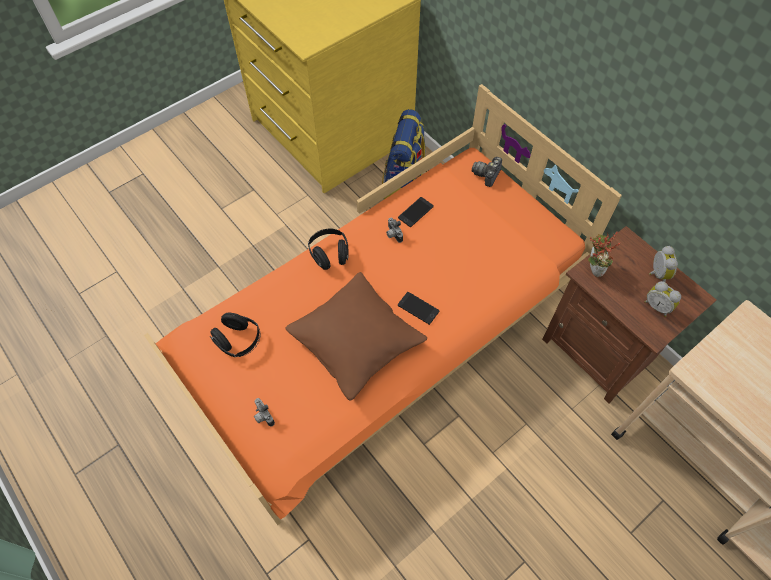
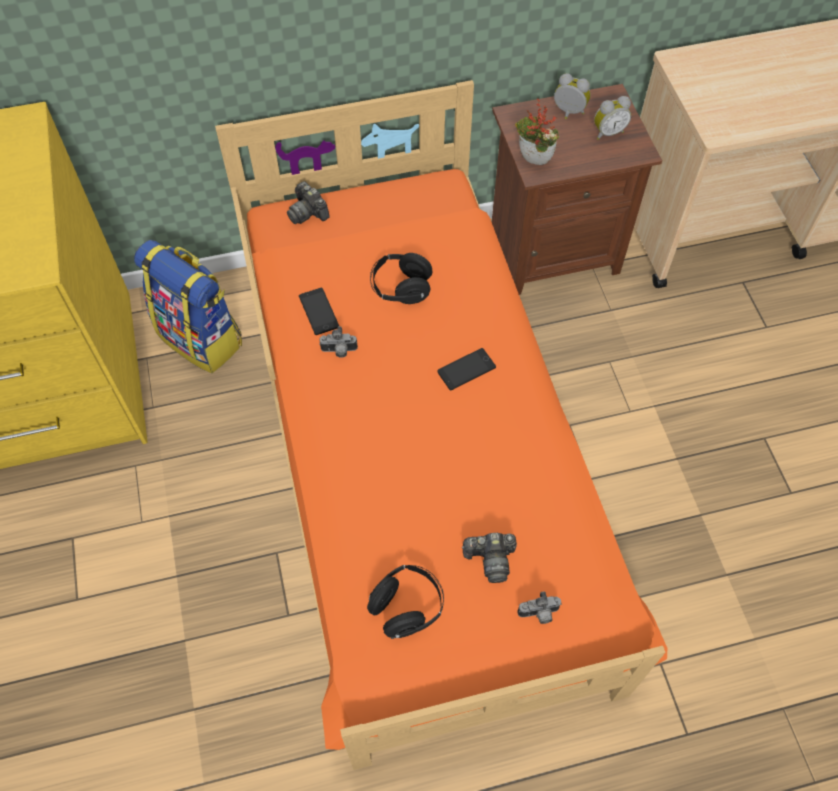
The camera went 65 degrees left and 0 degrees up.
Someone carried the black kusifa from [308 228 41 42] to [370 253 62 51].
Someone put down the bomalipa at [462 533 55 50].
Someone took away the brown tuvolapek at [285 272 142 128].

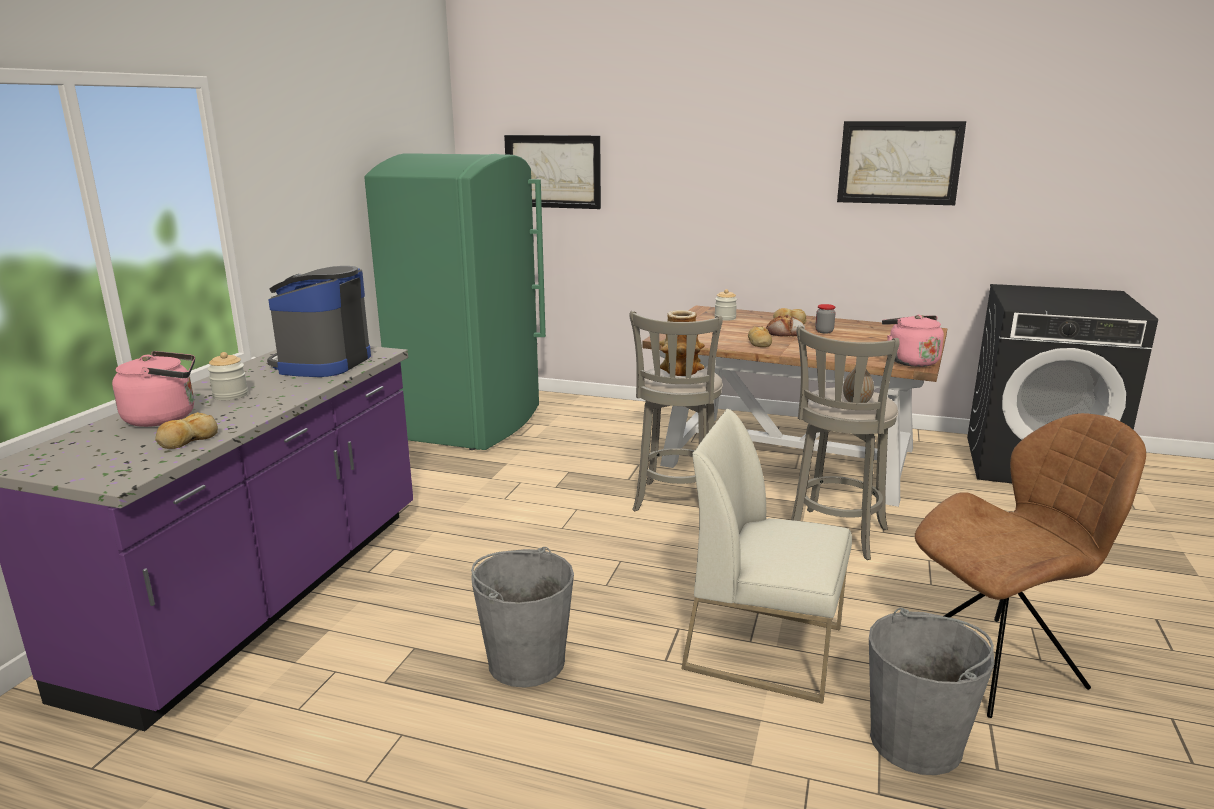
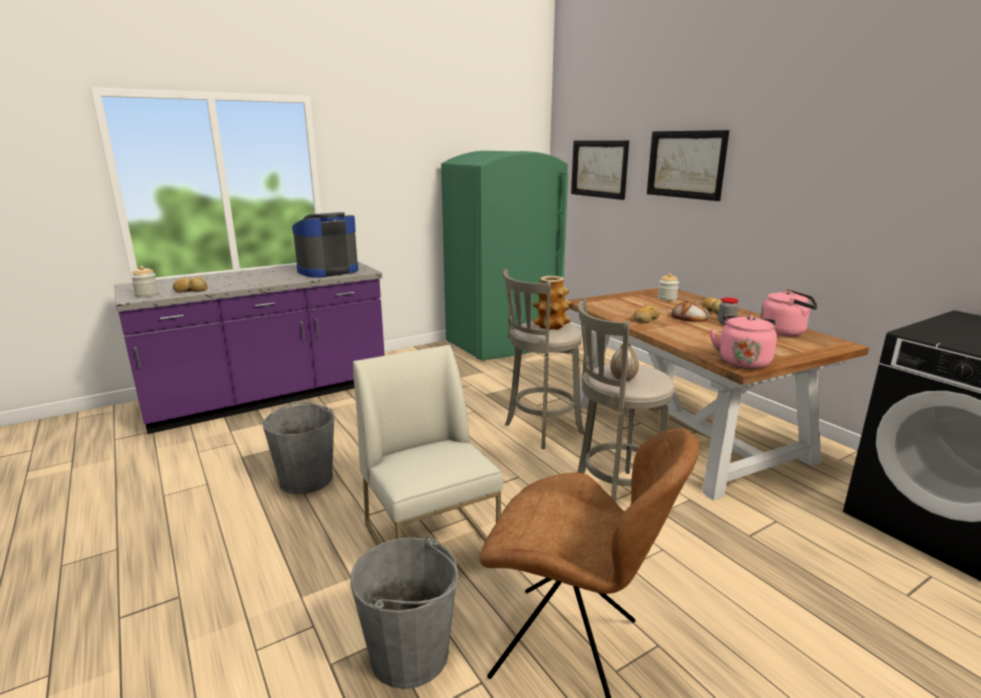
The camera went 40 degrees right and 0 degrees up.
Someone carried the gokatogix from [208 352 40 48] to [131 266 28 31].
Someone carried the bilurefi from [837 121 129 84] to [647 130 82 71].
Someone carried the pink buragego from [112 351 83 76] to [760 289 58 48].

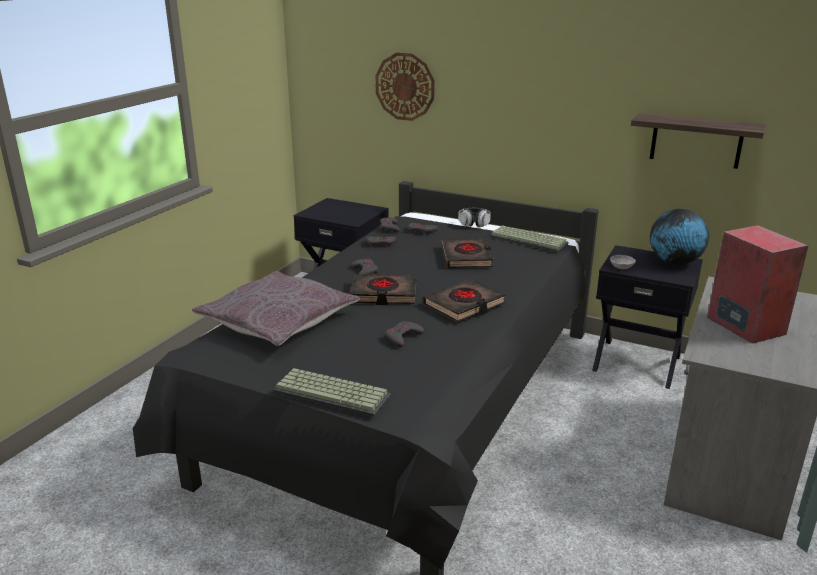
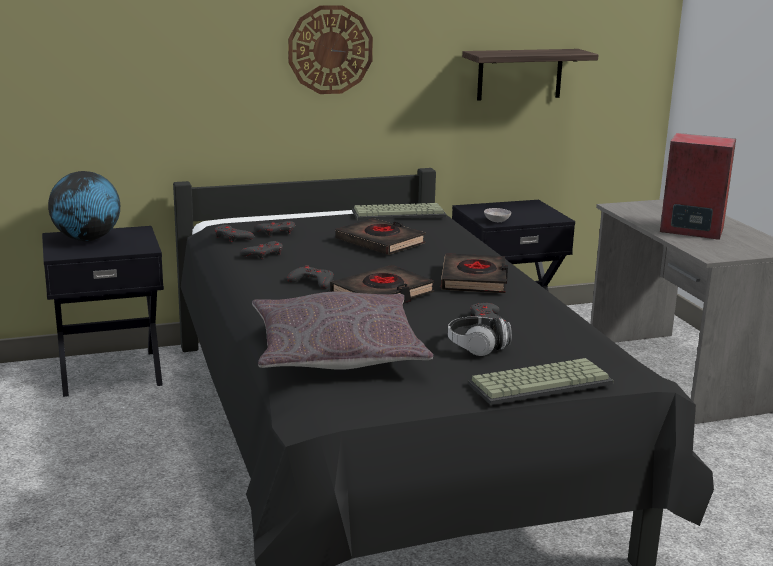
The camera went 45 degrees left and 5 degrees down.
Someone carried the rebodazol from [650 209 59 56] to [48 171 72 71].
Someone carried the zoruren from [375 53 60 68] to [288 5 85 89].
Someone carried the kusifa from [458 208 33 19] to [448 317 64 39].

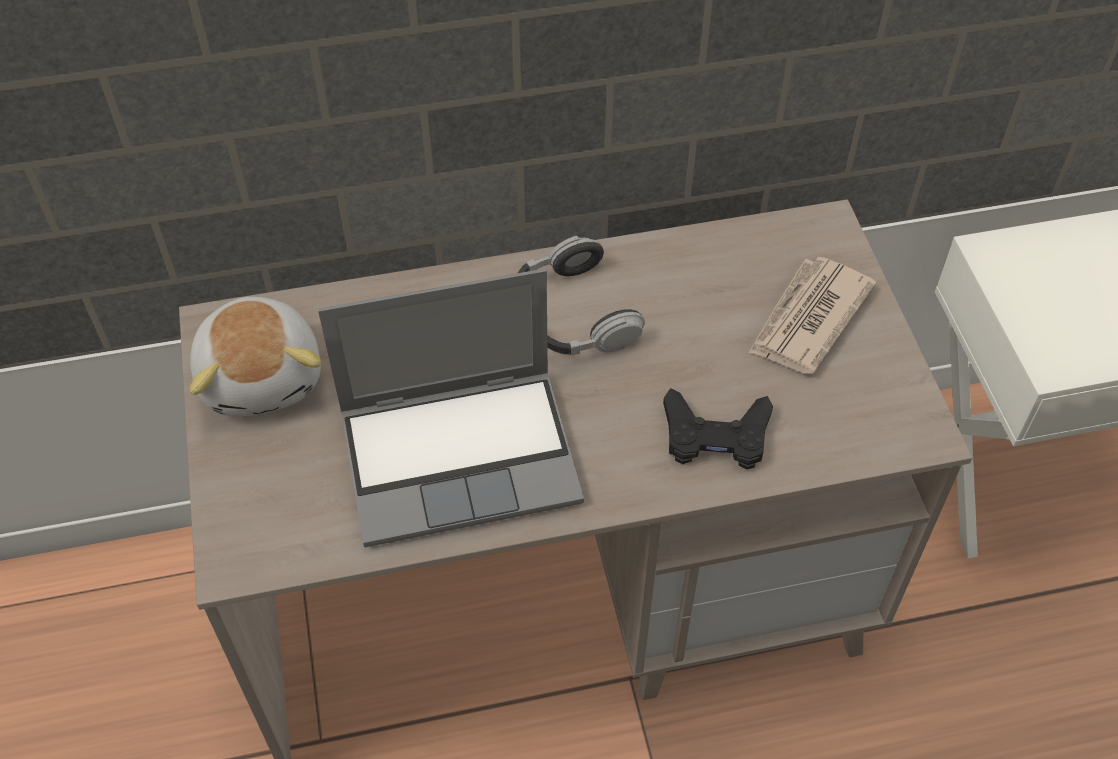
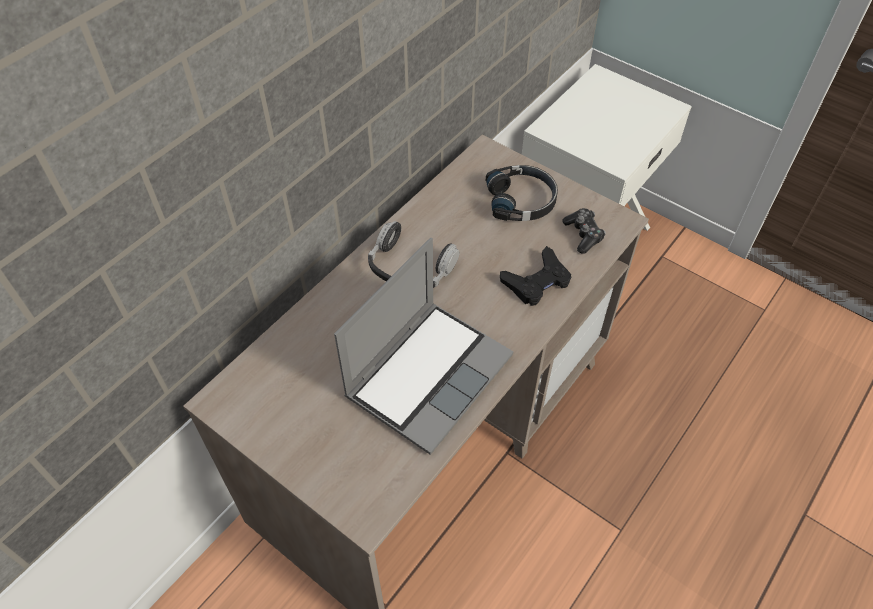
The camera went 40 degrees left and 0 degrees up.
Someone swapped the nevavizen at [748 257 128 117] for the black kusifa at [486 165 72 56].
Someone put down the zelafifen at [562 208 44 46].
Someone took away the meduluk at [190 297 131 120].

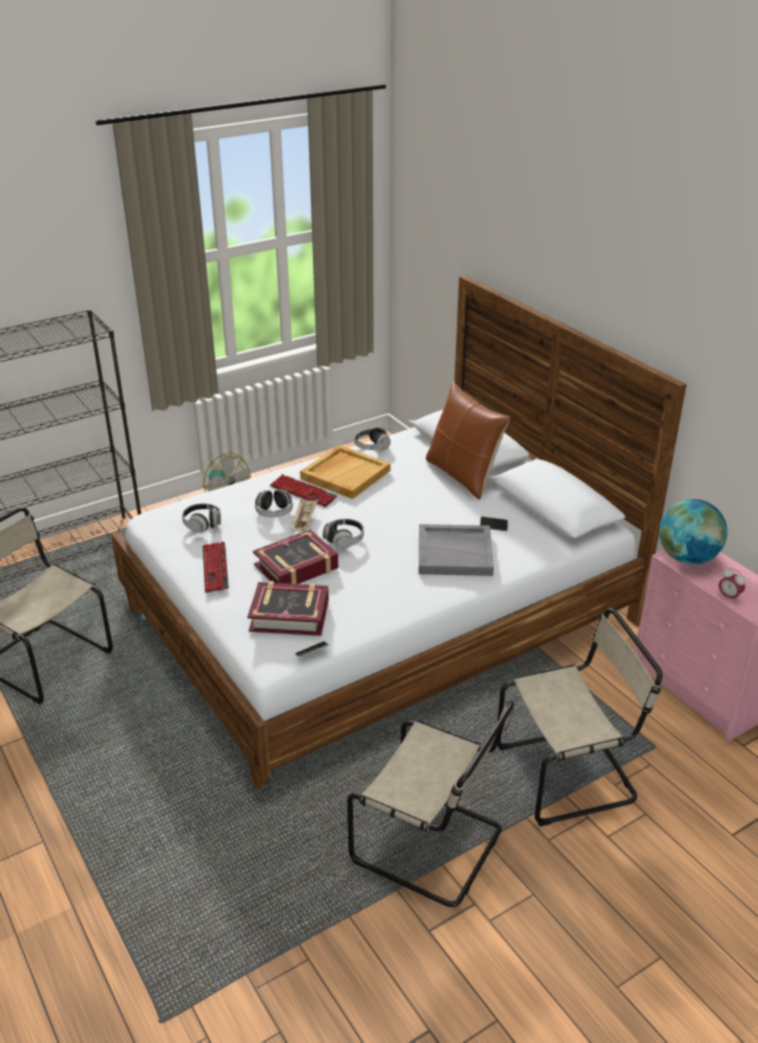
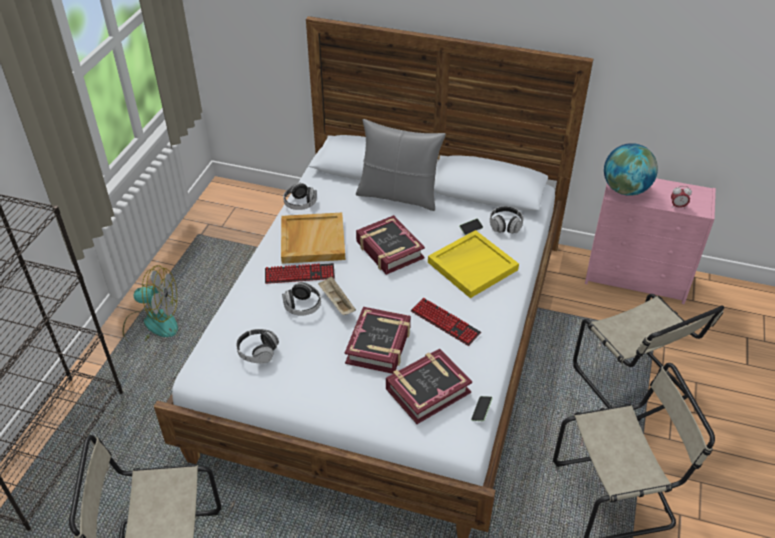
The camera went 40 degrees left and 10 degrees up.
Someone repainted the brown tuvolapek at [426 381 84 119], which became the grey tuvolapek at [356 119 90 92].
Someone put down the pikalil at [356 215 69 60].
Someone carried the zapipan from [203 541 26 52] to [411 298 70 48].
Someone repainted the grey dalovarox at [419 524 75 52], which became the yellow dalovarox at [428 230 91 68].
Someone carried the kusifa from [323 519 41 30] to [490 206 33 28].
Someone rotated the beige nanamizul at [497 608 165 218] by 120 degrees clockwise.

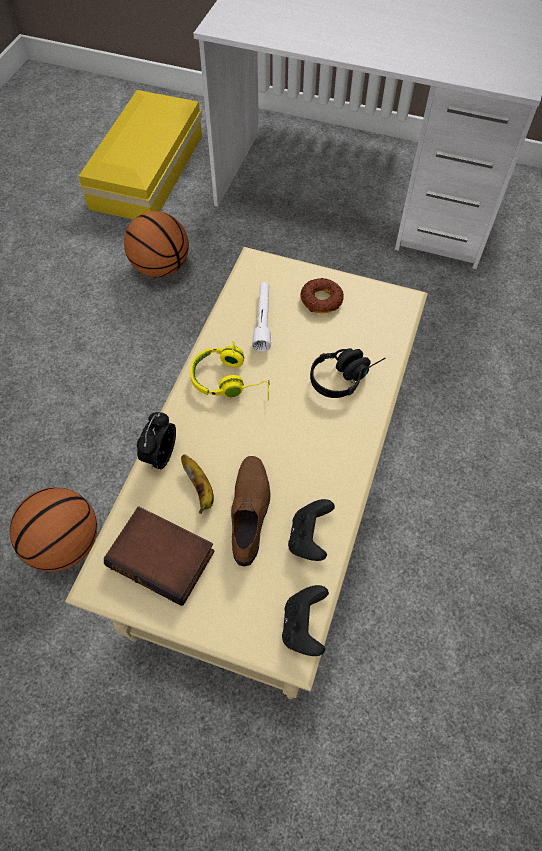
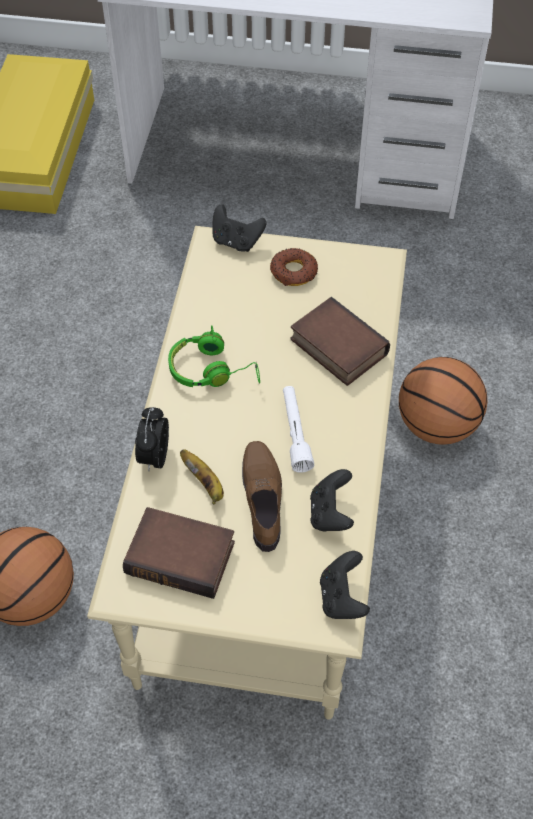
The camera went 10 degrees left and 5 degrees down.
Someone repainted the yellow kusifa at [190 341 79 60], which became the green kusifa at [168 325 92 62].
Someone put down the black zelafifen at [212 204 54 48].
Someone carried the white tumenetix from [252 282 19 70] to [283 386 31 87].
Someone swapped the black kusifa at [310 348 76 50] for the pikalil at [290 297 100 89].
Someone carried the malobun from [124 211 65 67] to [399 357 88 88].

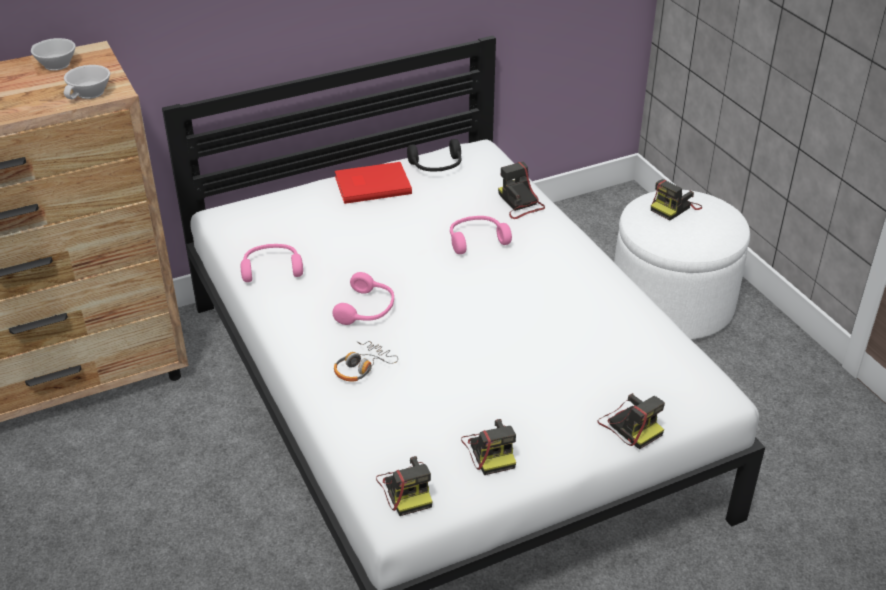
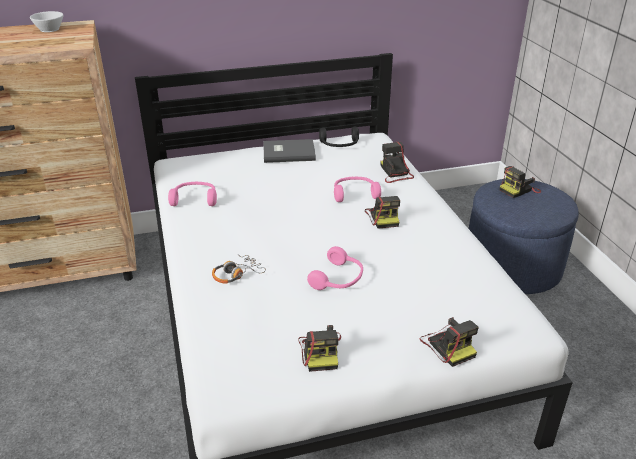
The camera went 10 degrees right and 5 degrees down.
Someone repainted the red pikalil at [335 162 77 42], which became the grey pikalil at [263 139 53 24].
Someone carried the pink kusifa from [332 272 62 53] to [307 246 56 44].
Someone carried the bomalipa from [376 456 57 60] to [365 196 35 33].
Someone repainted the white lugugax at [614 190 136 149], which became the blue lugugax at [469 179 110 115].
Someone took away the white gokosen at [64 65 46 35].

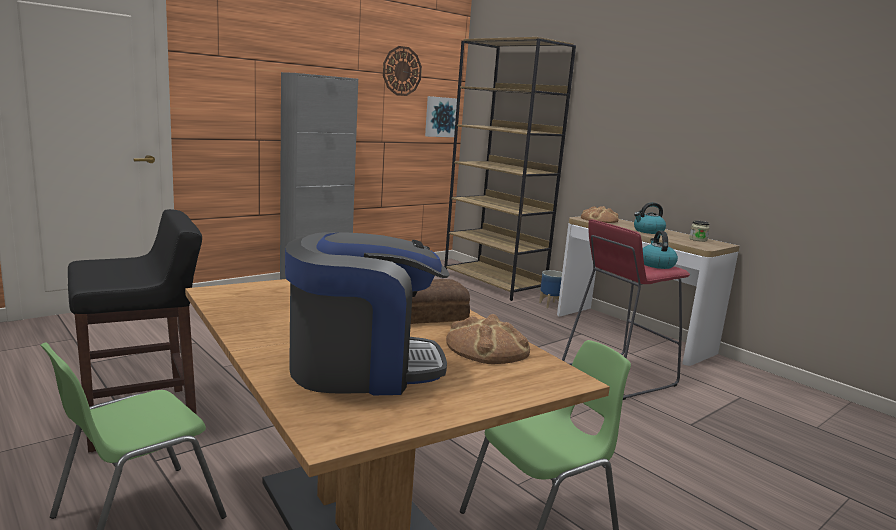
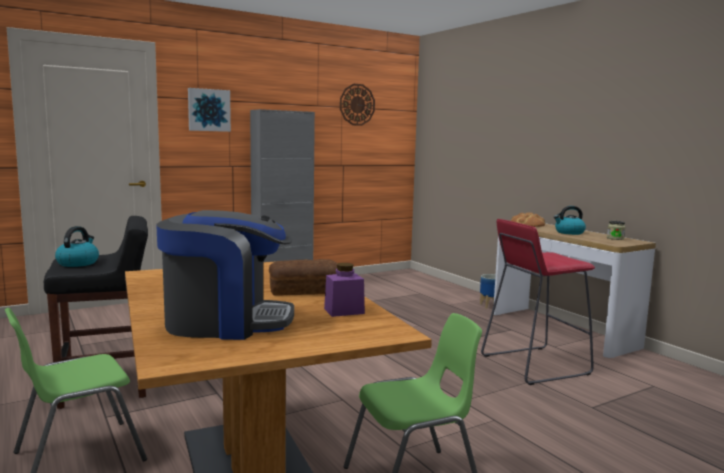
The camera went 10 degrees right and 5 degrees down.
Someone carried the buragego from [643 231 35 38] to [55 226 44 41].
Someone carried the bilurefi from [425 96 32 41] to [188 88 43 44].
Someone swapped the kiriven at [446 314 84 50] for the purple gokatogix at [324 263 41 54].
Someone took away the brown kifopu at [444 37 132 264].

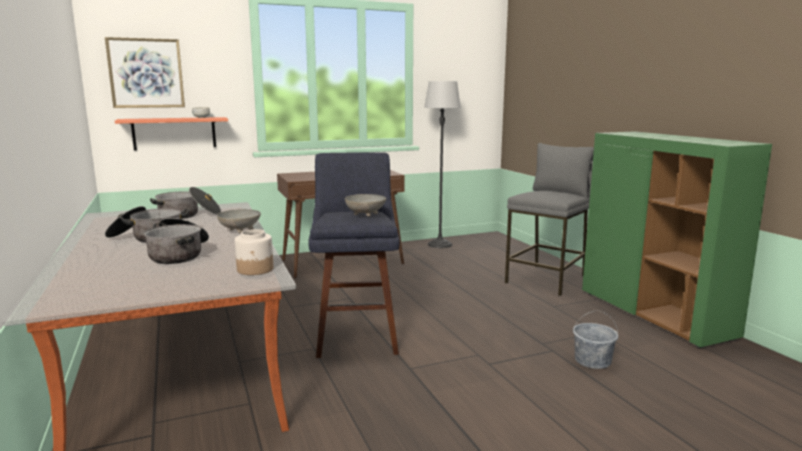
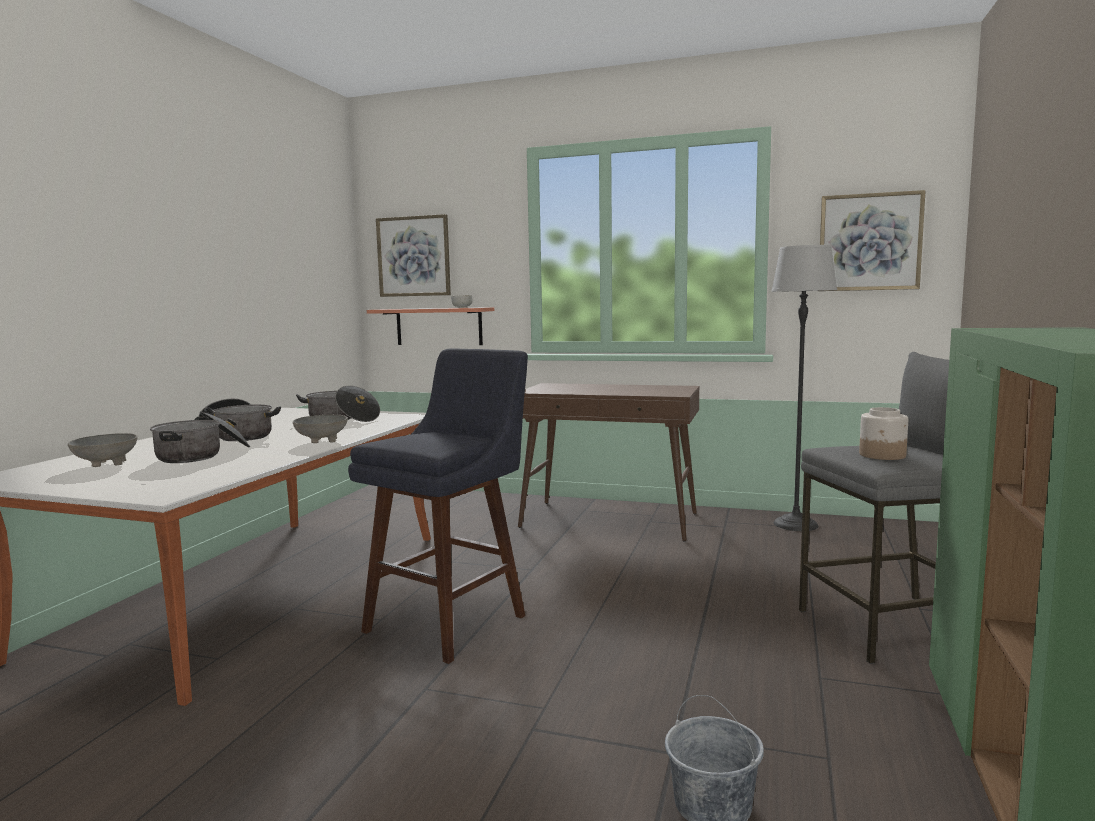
The camera went 40 degrees right and 5 degrees down.
Someone carried the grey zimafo from [345 194 41 23] to [68 433 69 34].
Someone put up the bilurefi at [820 190 106 101].
Someone carried the gokatogix from [235 229 38 46] to [859 407 49 53].

